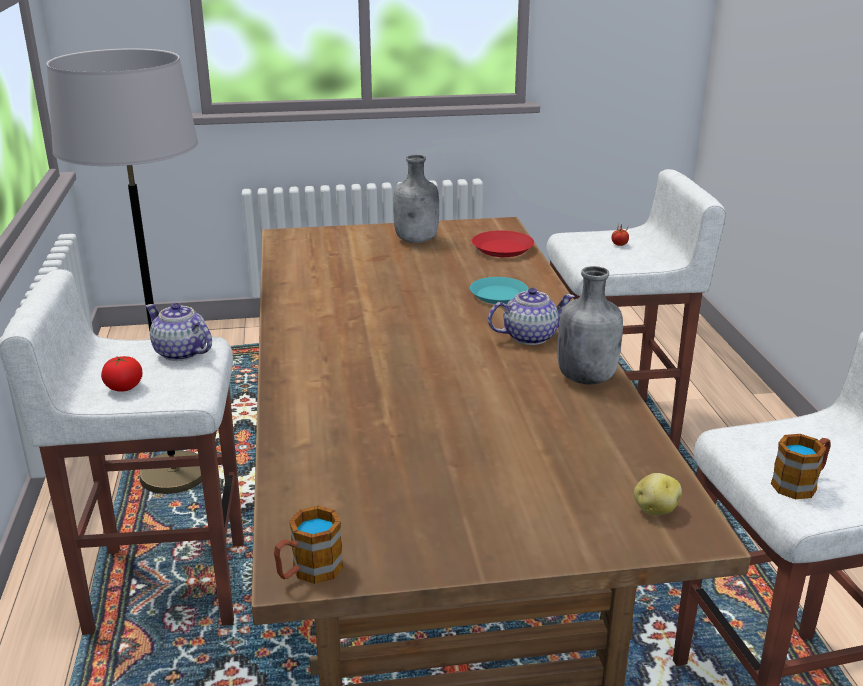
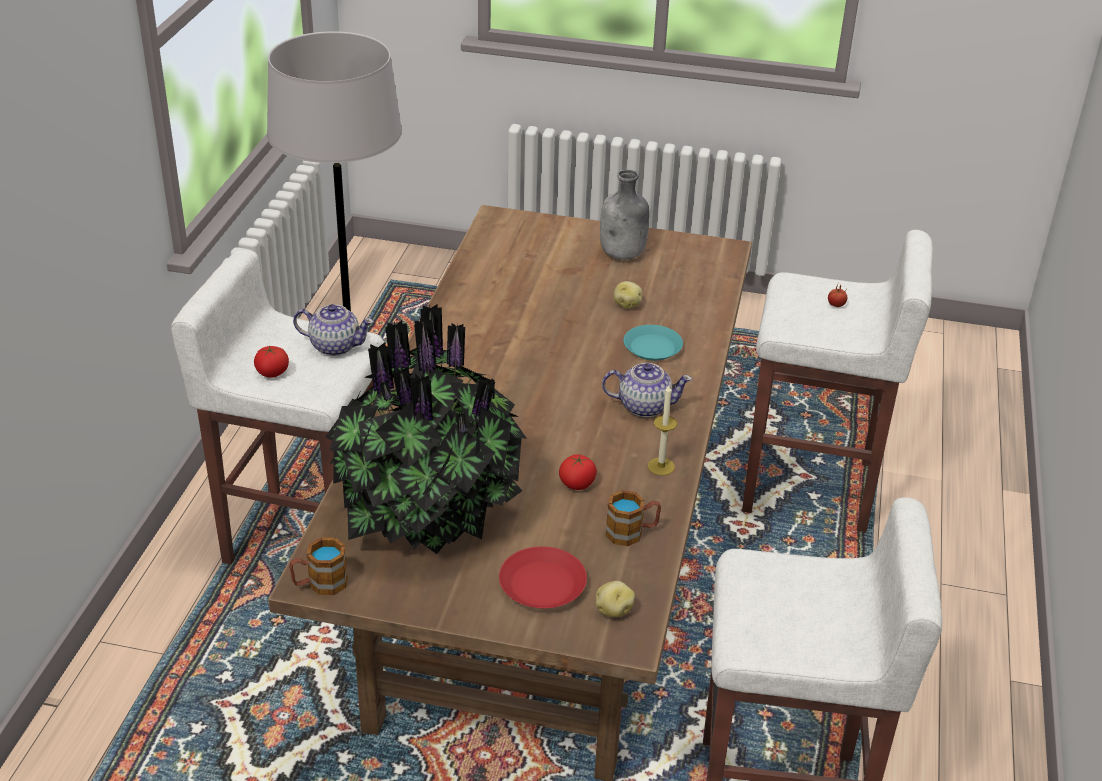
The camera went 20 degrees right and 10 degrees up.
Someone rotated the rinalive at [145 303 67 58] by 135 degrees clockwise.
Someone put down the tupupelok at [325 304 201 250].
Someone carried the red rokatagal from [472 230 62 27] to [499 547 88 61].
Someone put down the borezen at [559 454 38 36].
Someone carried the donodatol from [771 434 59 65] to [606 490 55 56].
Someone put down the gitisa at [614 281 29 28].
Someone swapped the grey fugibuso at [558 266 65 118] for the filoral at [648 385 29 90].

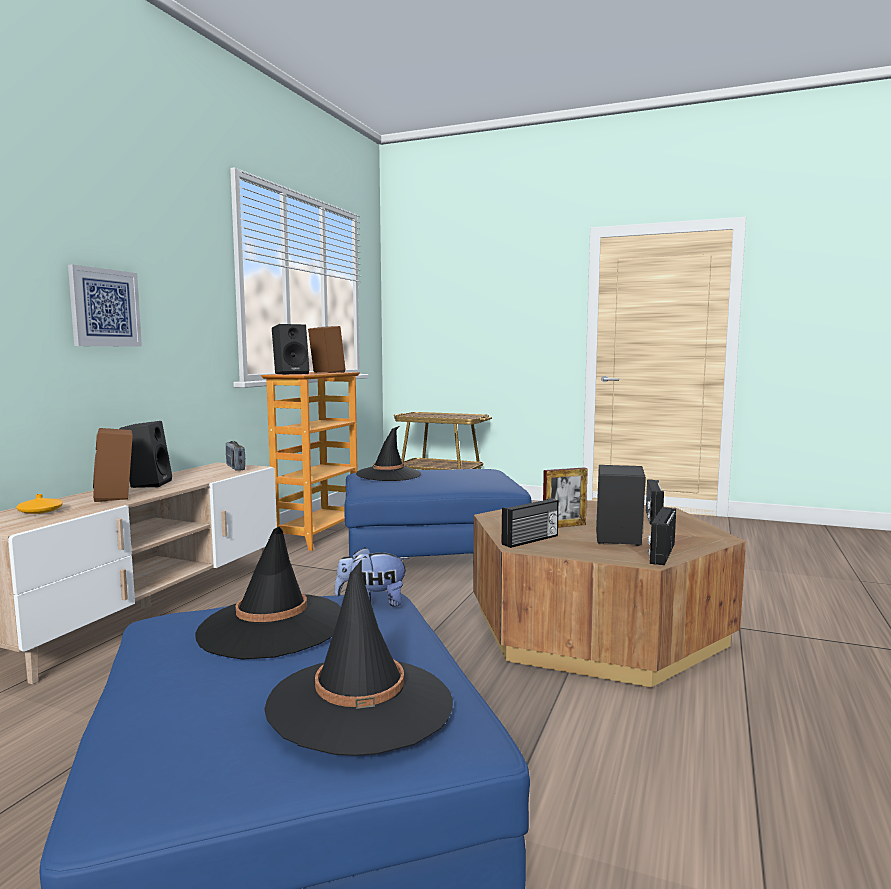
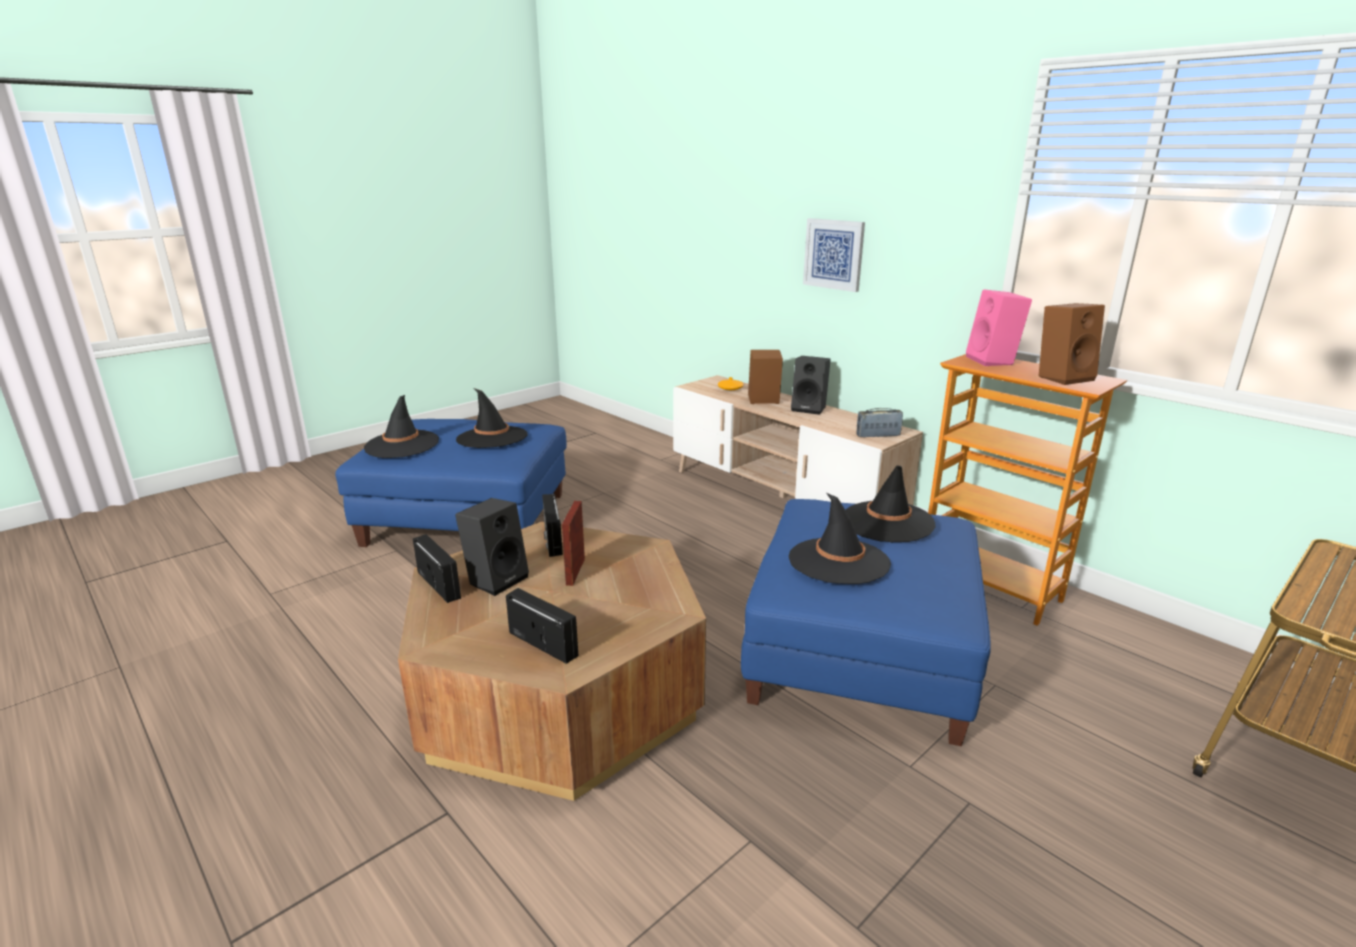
The camera went 115 degrees right and 15 degrees up.
Someone put down the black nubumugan at [789 493 102 91].
Someone repainted the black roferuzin at [272 324 38 51], which became the pink roferuzin at [966 289 66 77].
Someone took away the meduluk at [335 547 74 60].

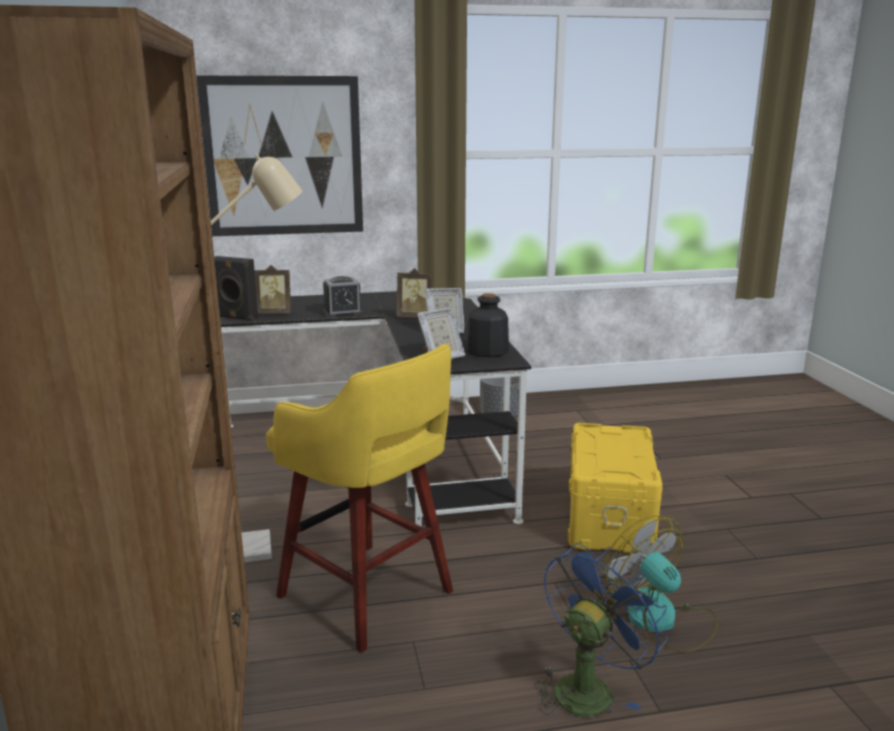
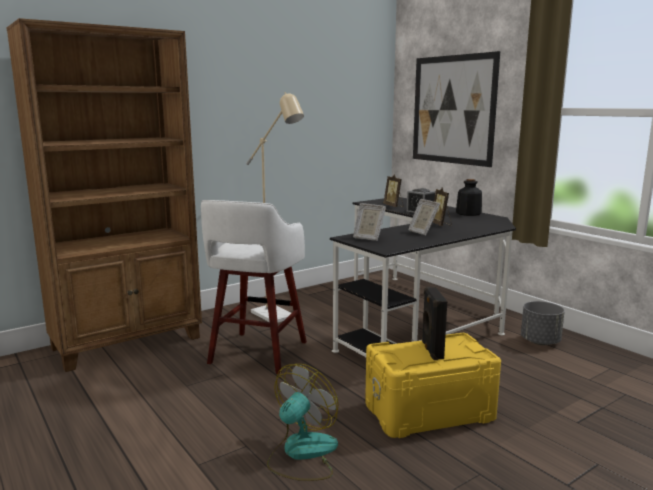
The camera went 65 degrees right and 5 degrees down.
Someone repainted the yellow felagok at [266 344 187 309], which became the white felagok at [201 200 106 174].
Someone carried the black roferuzin from [214 256 44 65] to [422 287 25 73].
Someone carried the fugibuso from [467 293 42 64] to [456 179 26 37].
Someone took away the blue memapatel at [534 543 134 174].

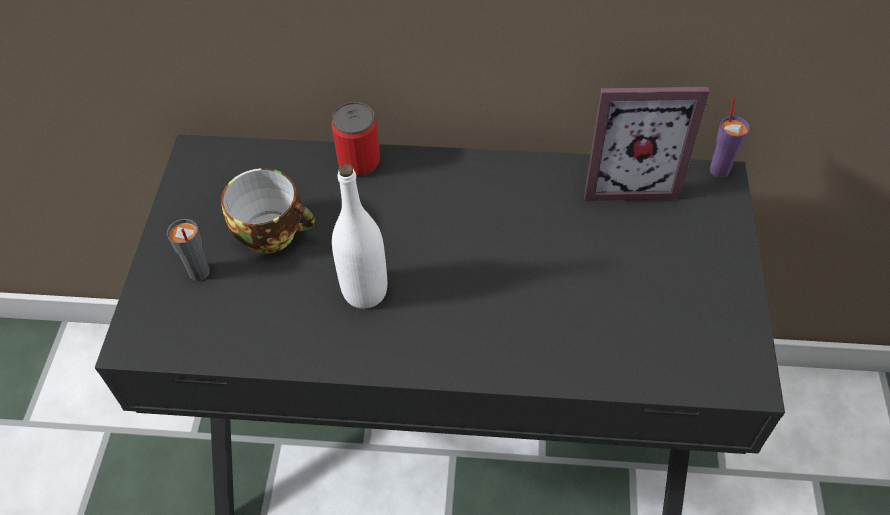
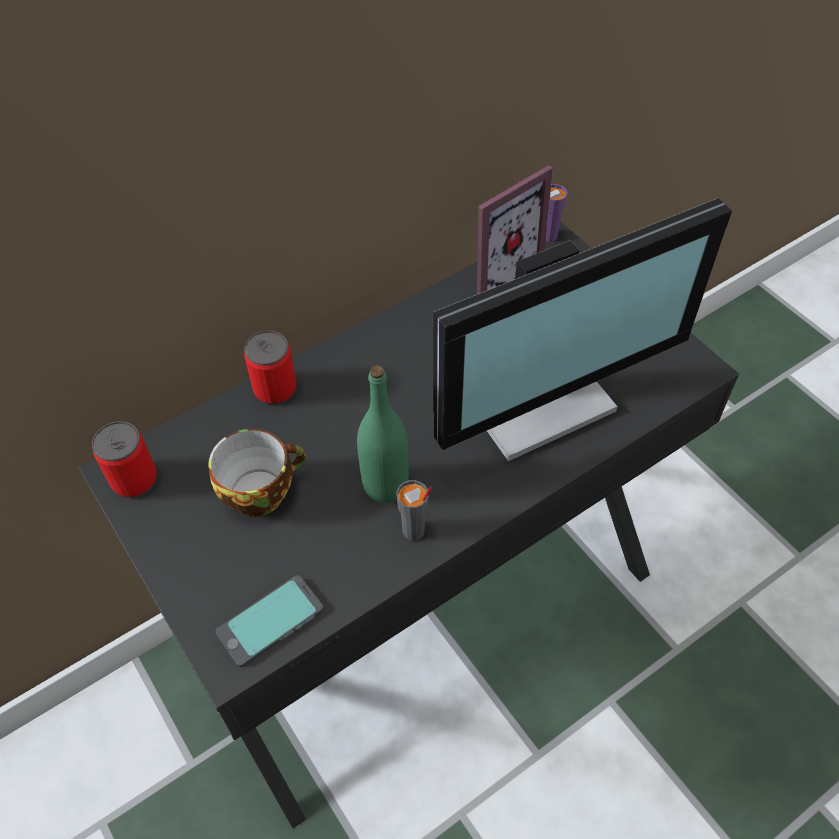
The camera went 40 degrees left and 0 degrees up.
Someone put down the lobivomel at [92 421 65 77].
Someone put down the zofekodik at [216 575 107 92].
Someone repainted the white fugibuso at [332 164 55 145], which became the green fugibuso at [357 365 52 138].
Someone carried the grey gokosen from [167 219 43 62] to [396 480 36 60].
Someone put down the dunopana at [433 198 299 264].

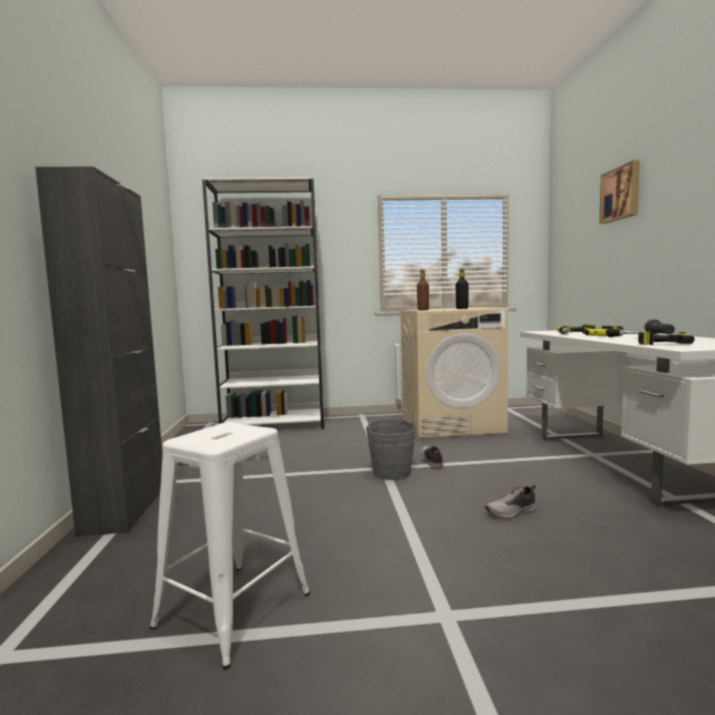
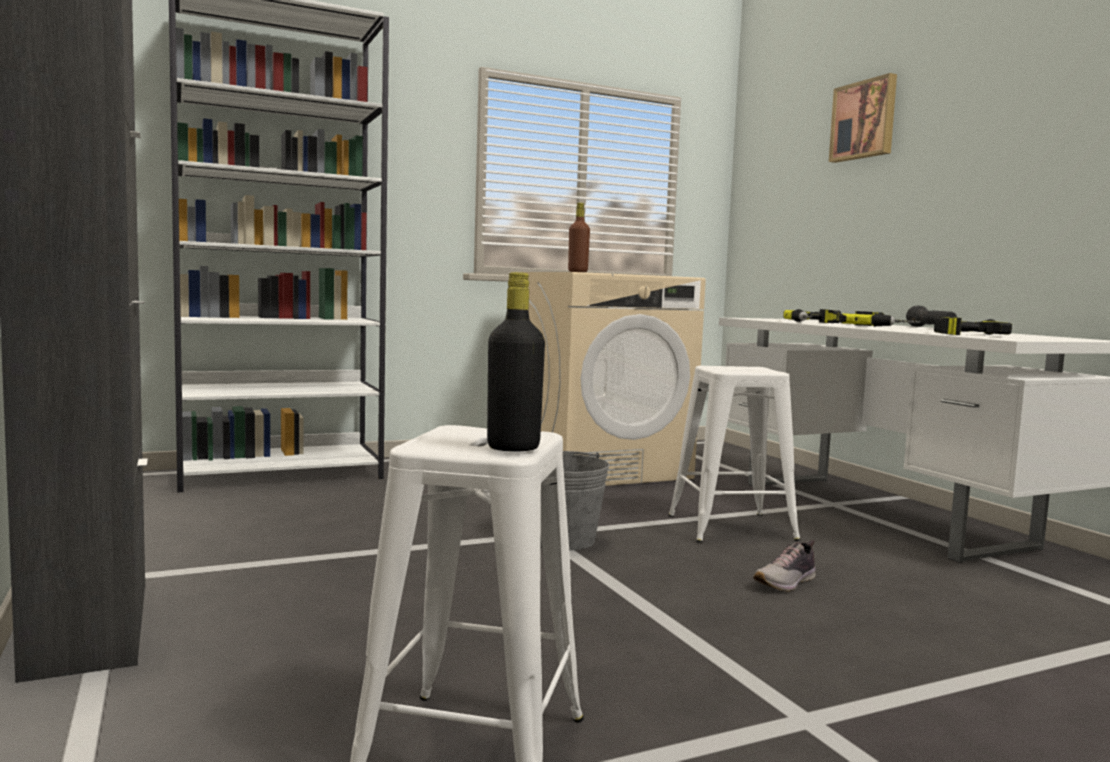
The camera went 20 degrees left and 0 degrees up.
Someone carried the black fugibuso from [456 269 13 40] to [487 272 58 180].
Someone put down the white felagok at [668 366 132 177].
Someone took away the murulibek at [420 446 23 22].

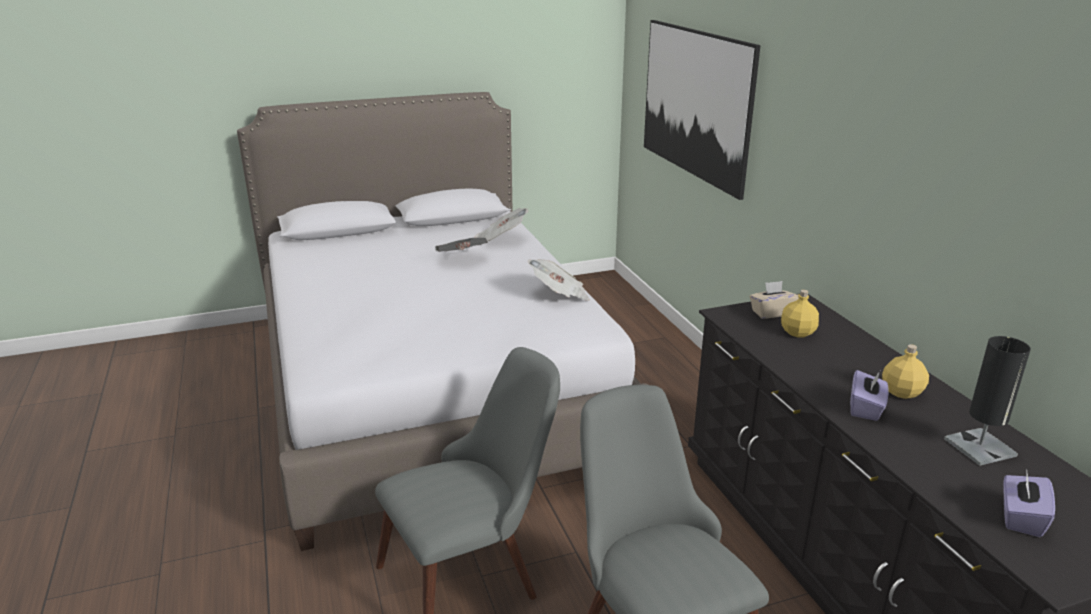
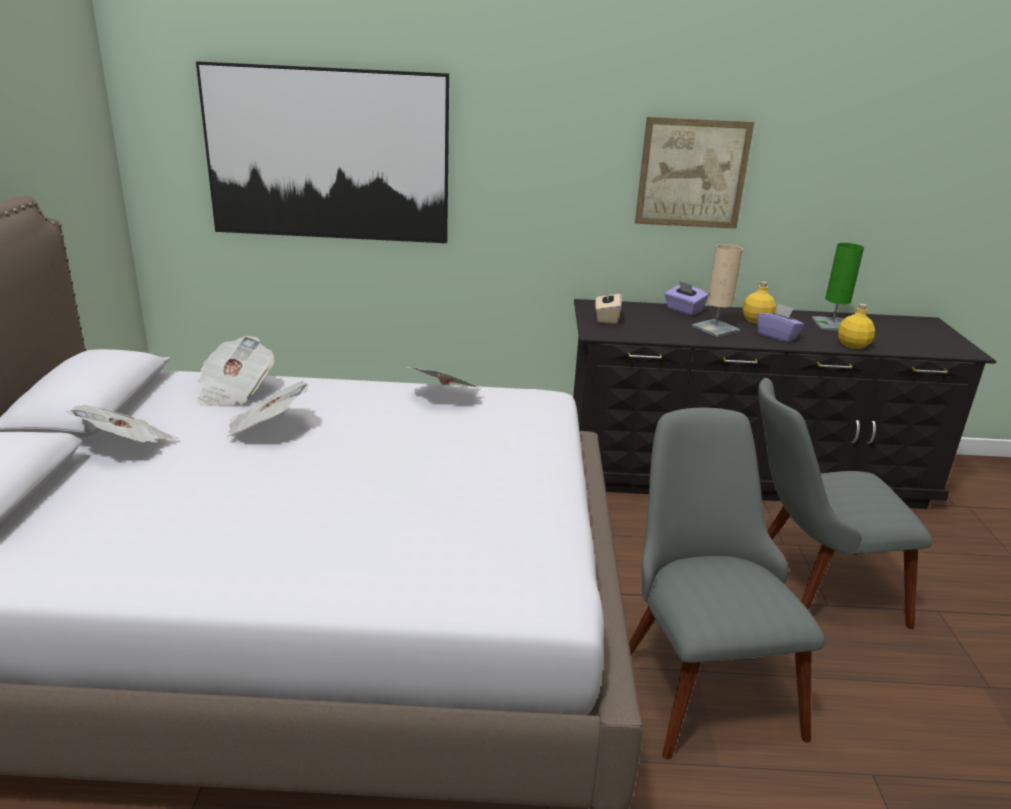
The camera went 70 degrees left and 0 degrees up.
Someone put down the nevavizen at [66 405 112 38].
Someone put up the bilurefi at [635 117 119 112].
Someone carried the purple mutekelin from [1003 471 52 66] to [665 281 43 35].
Someone put down the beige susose at [692 244 51 93].
Someone repainted the black susose at [944 336 87 130], which became the green susose at [812 243 52 88].
Someone carried the yellow fugibuso from [781 290 38 47] to [838 304 37 45].

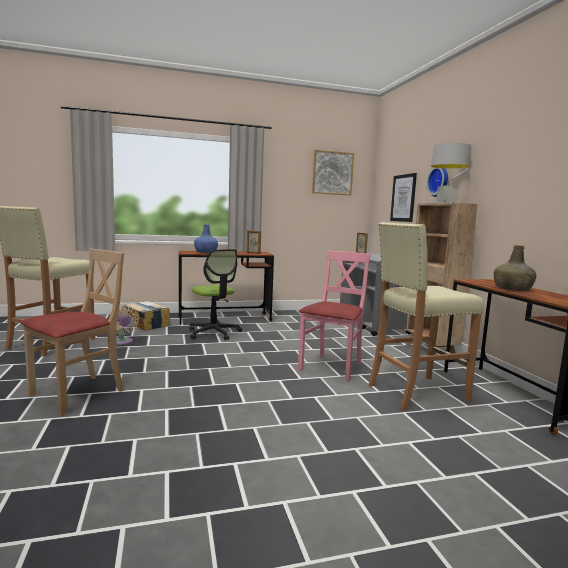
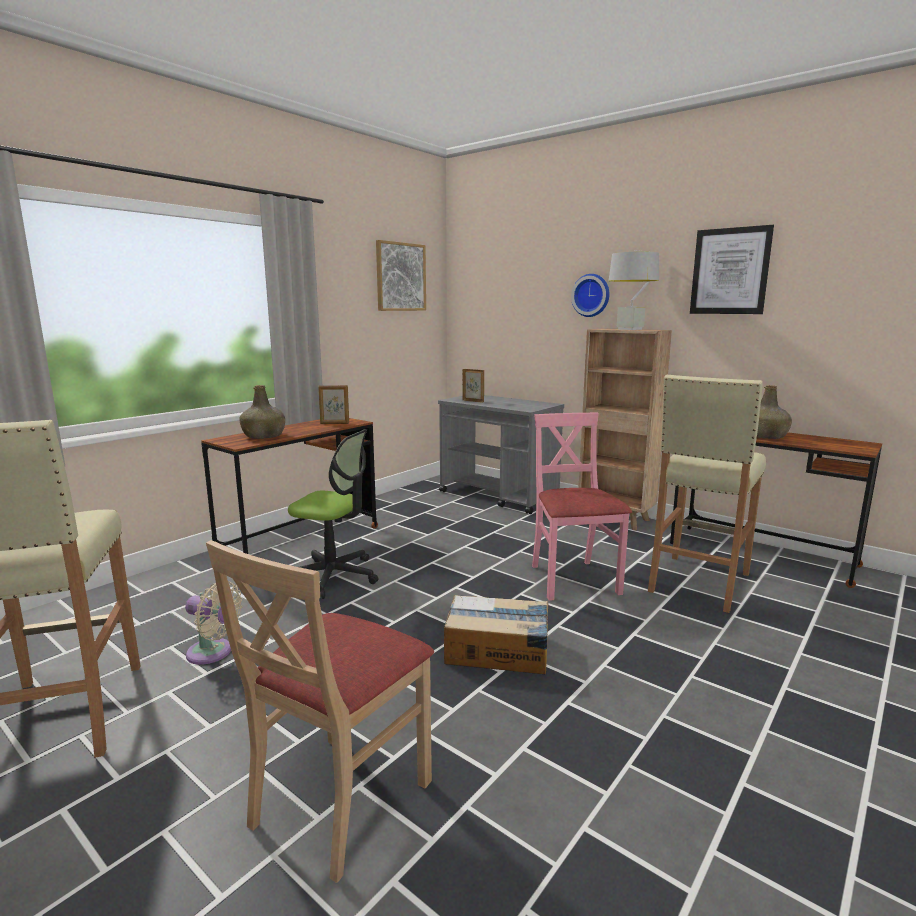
The camera went 35 degrees left and 5 degrees up.
Someone rotated the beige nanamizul at [20 249 104 166] by 150 degrees counterclockwise.
Someone repainted the blue fugibuso at [194 224 24 29], which became the green fugibuso at [239 385 46 54].
Someone carried the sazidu from [125 301 45 29] to [444 595 105 79].
Someone carried the bilurefi from [390 173 27 49] to [690 225 84 89].

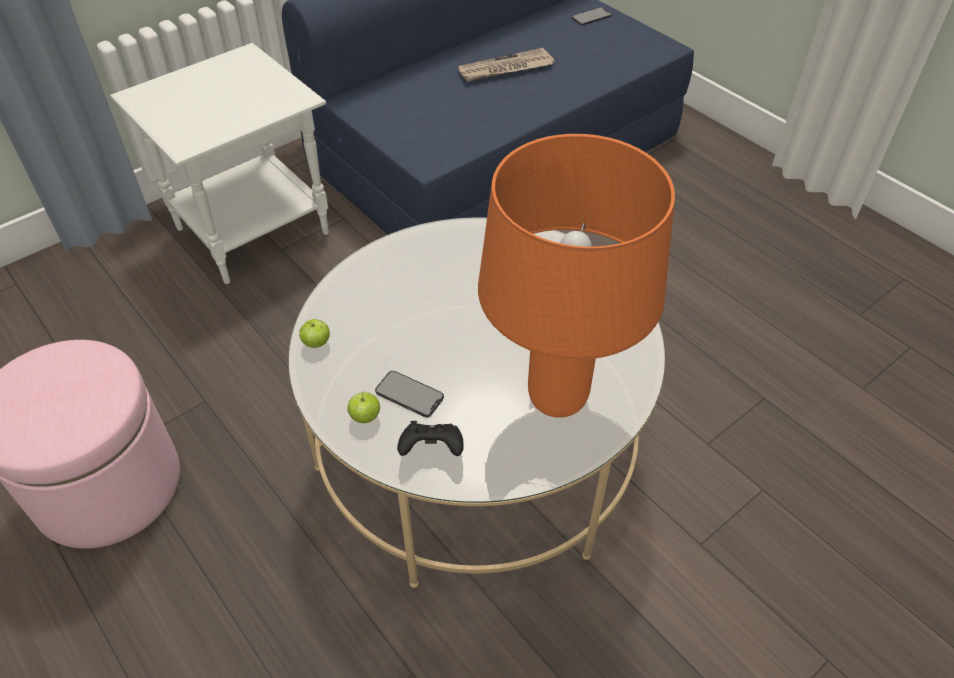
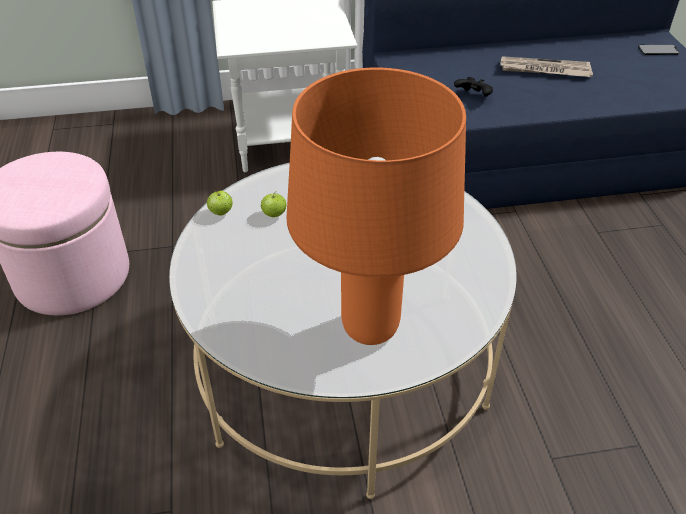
The camera went 30 degrees right and 5 degrees down.
Someone carried the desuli from [348 391 32 32] to [261 191 25 26].
Someone carried the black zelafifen from [397 421 67 35] to [454 77 39 20].
Someone took away the zofekodik at [375 371 69 46].

